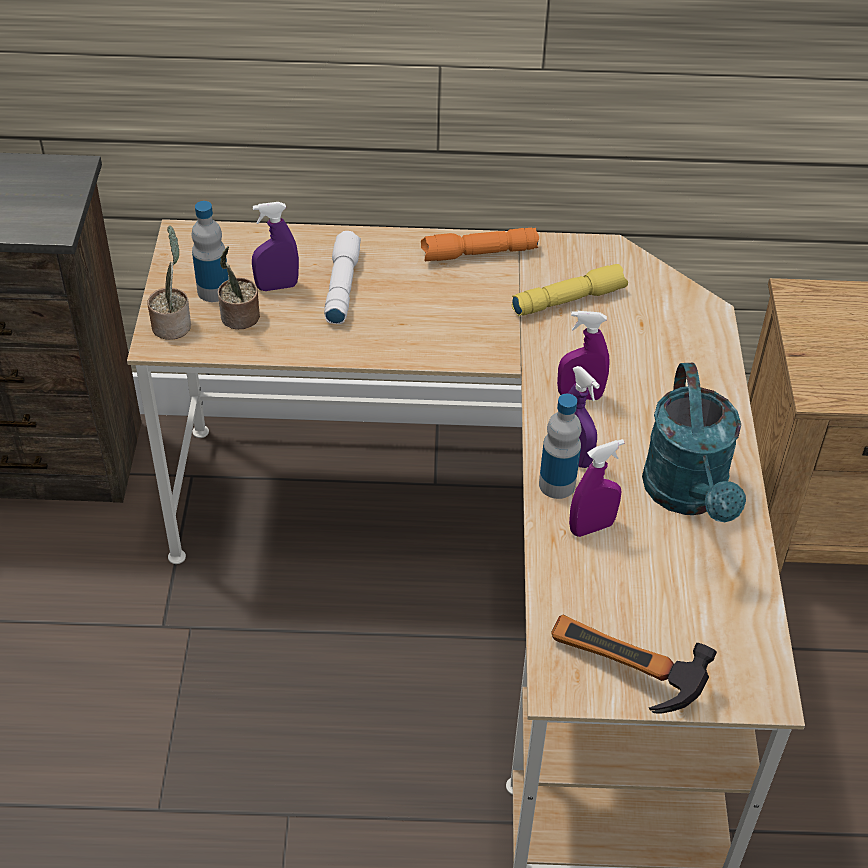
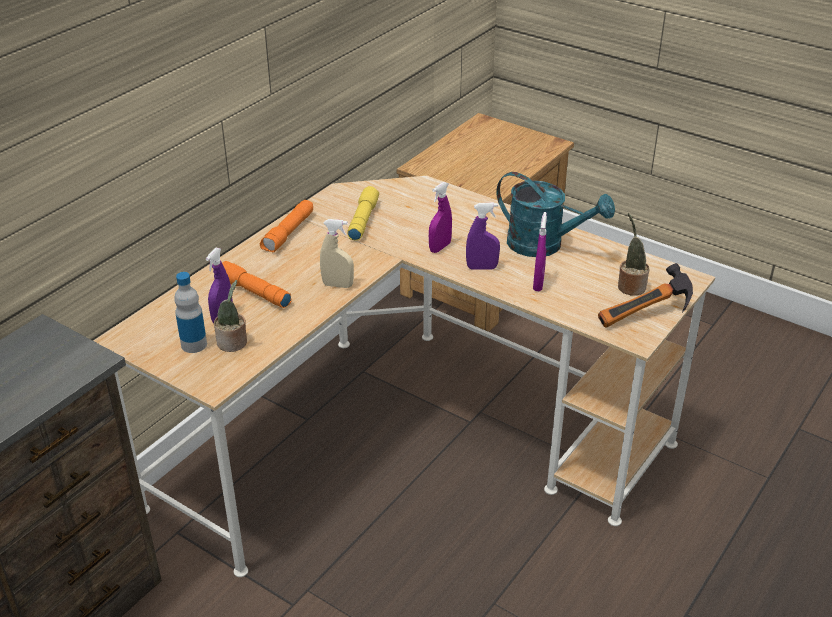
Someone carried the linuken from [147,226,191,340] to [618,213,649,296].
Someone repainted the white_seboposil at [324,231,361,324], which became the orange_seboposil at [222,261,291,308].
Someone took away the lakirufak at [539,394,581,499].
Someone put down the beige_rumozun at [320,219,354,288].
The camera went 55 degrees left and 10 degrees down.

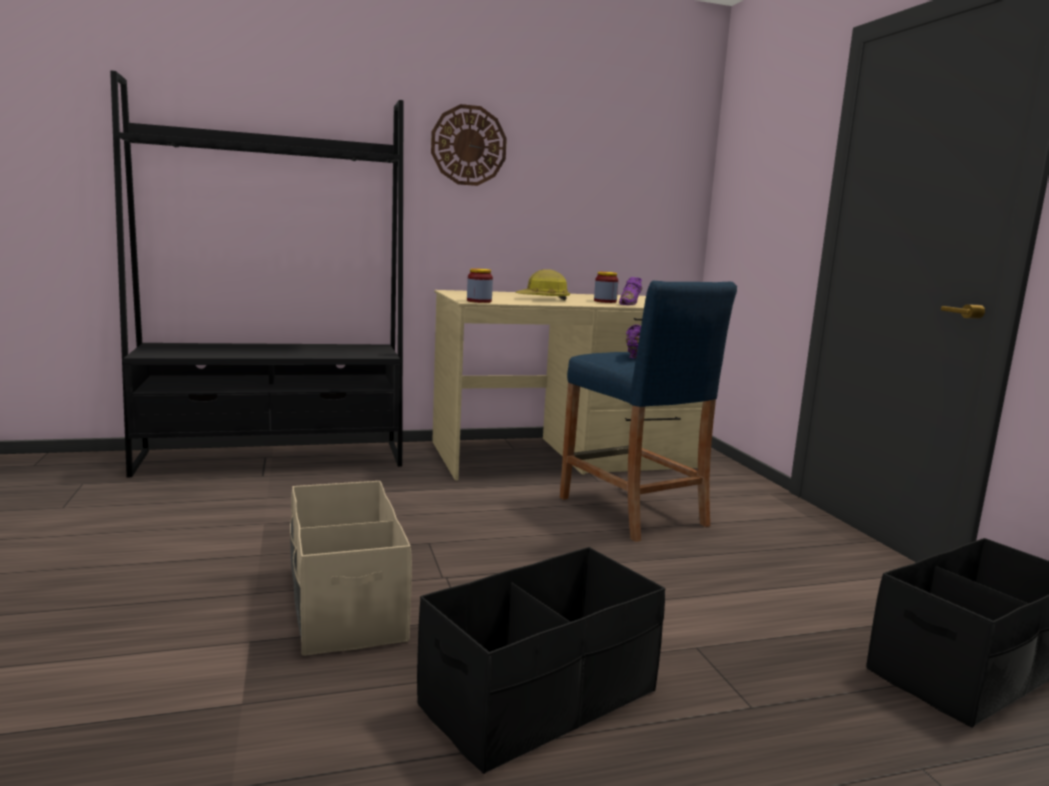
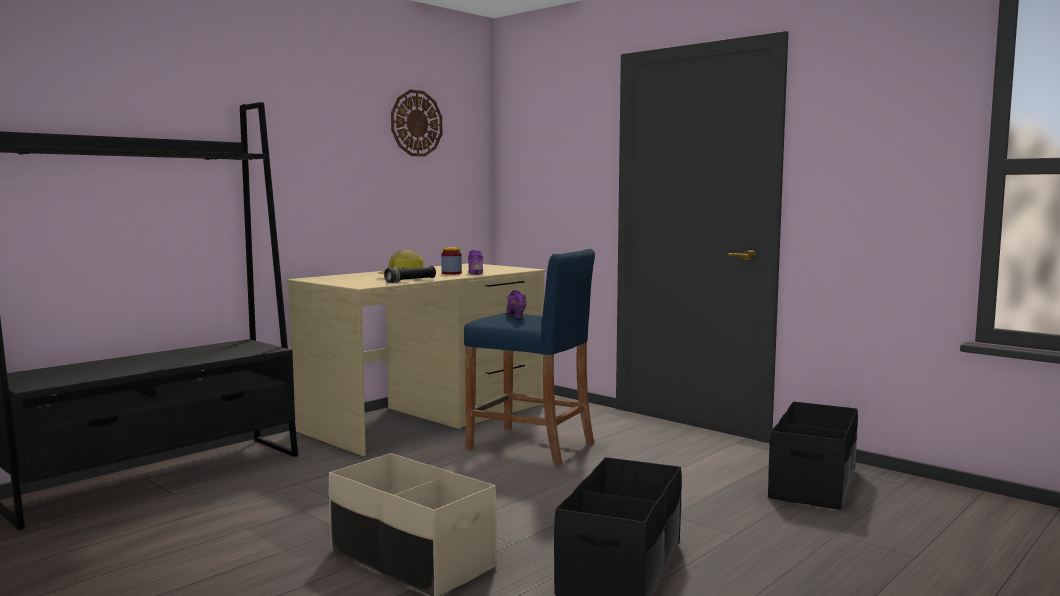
Someone carried the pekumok from [431,104,507,186] to [391,89,442,157].
Someone took away the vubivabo at [467,268,493,303].
Someone put down the black_seboposil at [384,266,436,283].
The camera went 30 degrees left and 5 degrees down.

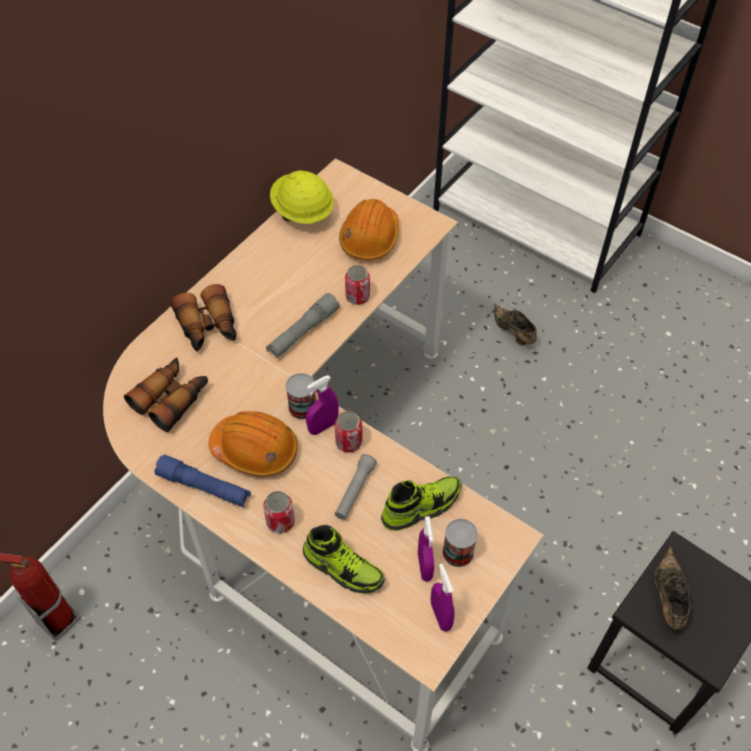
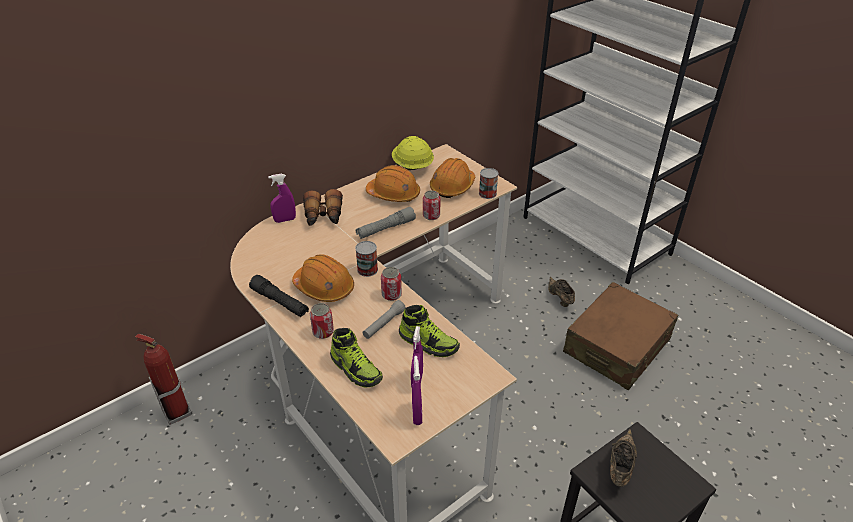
Someone took away the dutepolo at [124,357,208,432].
Someone carried the purple_rumozun from [306,375,339,435] to [268,174,296,223].
Someone repainted the blue_seboposil at [155,455,251,507], which became the black_seboposil at [249,275,309,317].
Someone rotated the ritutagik at [381,476,462,531] by 45 degrees clockwise.
Someone carried the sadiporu from [443,519,478,567] to [479,168,498,199].
Someone put down the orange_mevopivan at [366,165,420,202].
Someone put down the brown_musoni at [563,282,678,390].
The camera went 15 degrees right and 15 degrees down.

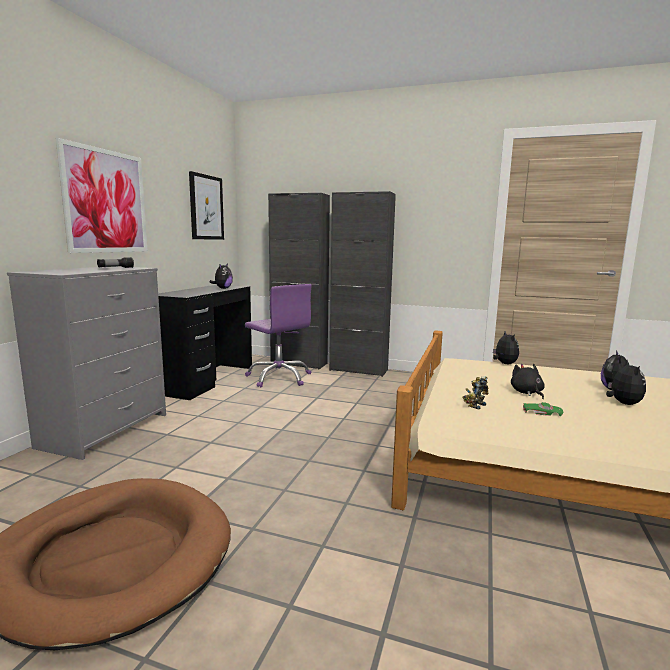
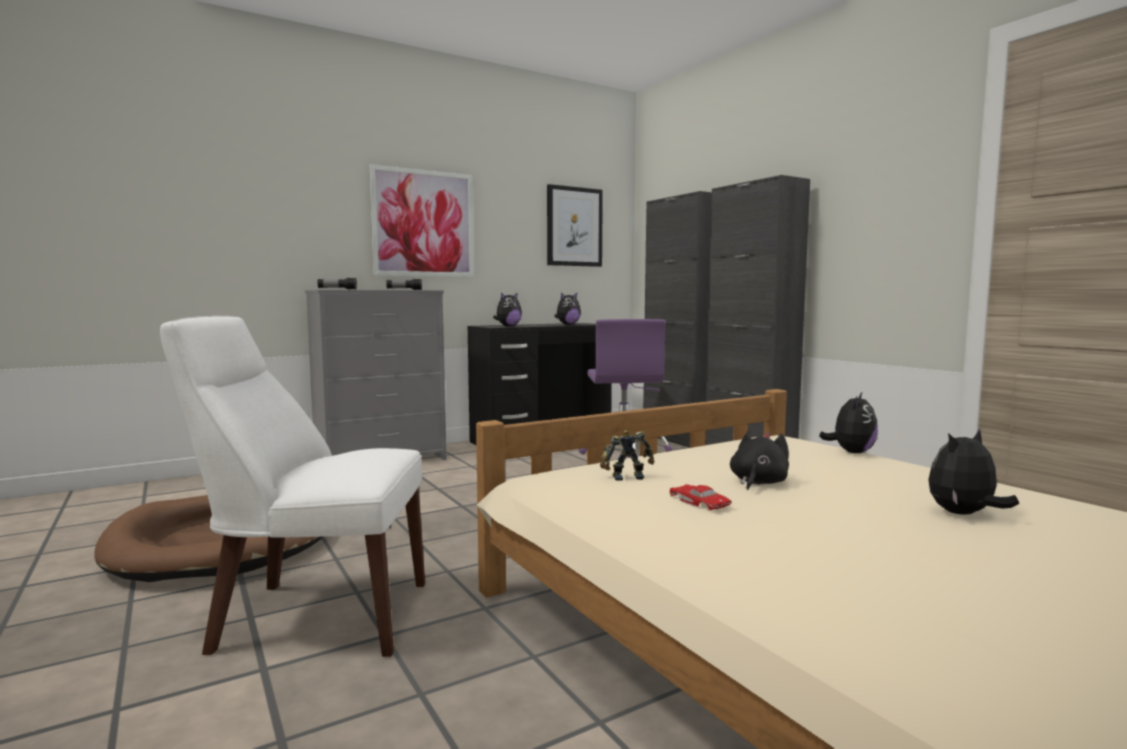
Someone carried the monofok from [606,359,646,405] to [493,292,522,327].
Someone repainted the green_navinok at [522,402,563,416], which became the red_navinok at [669,484,732,510].
Someone put down the seboposil at [318,278,357,290].
Someone put down the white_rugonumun at [160,316,425,657].
The camera went 40 degrees right and 5 degrees down.

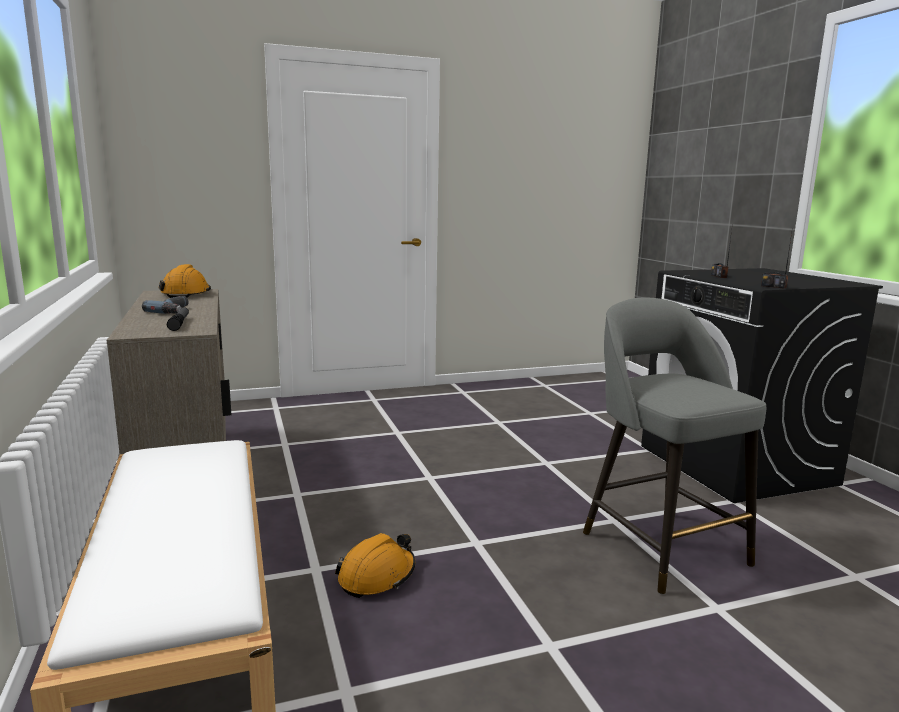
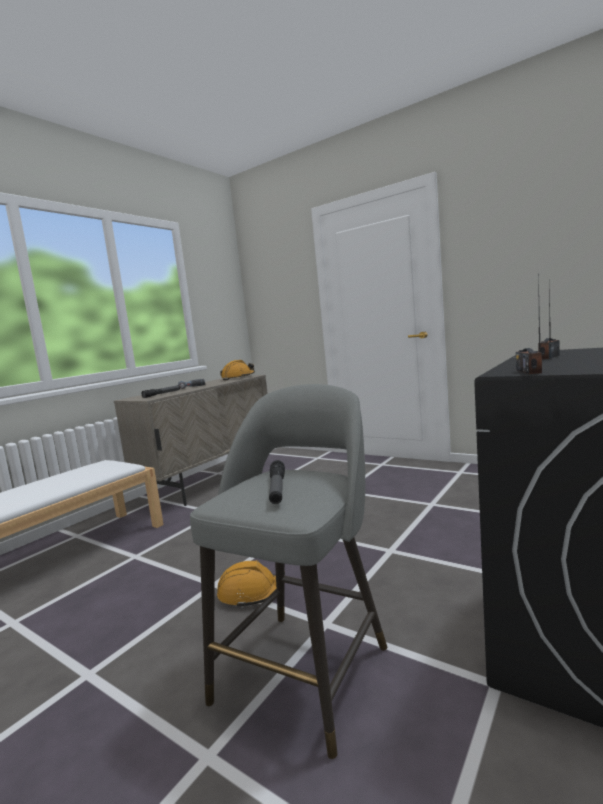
Someone carried the orange_mevopivan from [335,533,415,598] to [217,561,285,608].
Someone put down the seboposil at [269,460,285,504].
The camera went 55 degrees right and 5 degrees down.

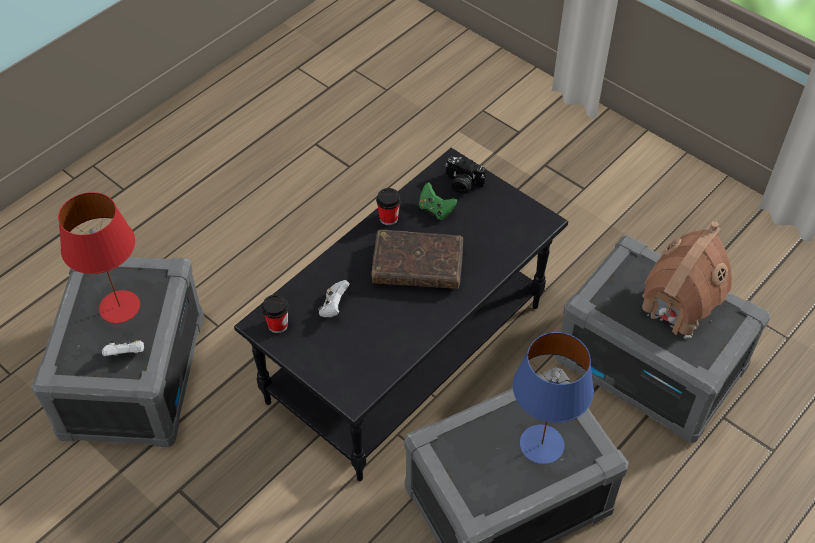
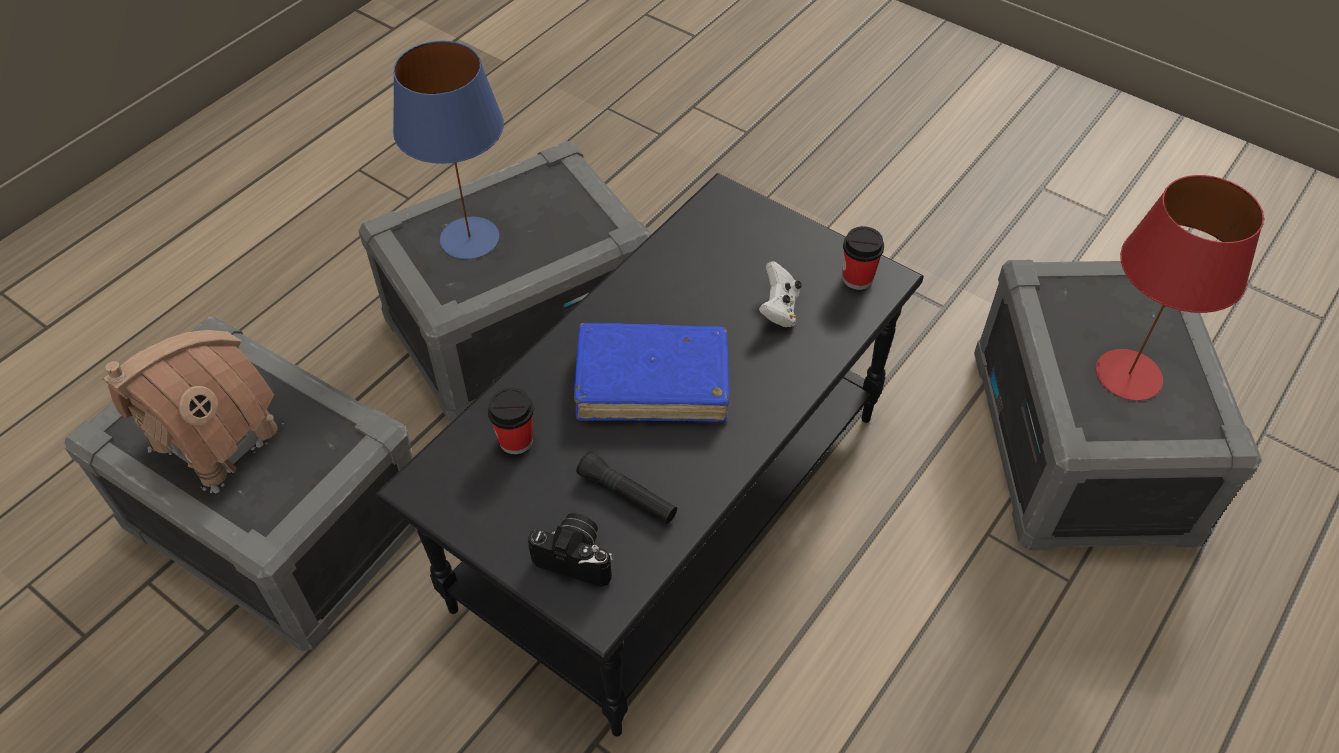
Someone swapped the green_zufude at [419,182,457,220] for the black_seboposil at [576,451,677,524].
Someone carried the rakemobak from [376,188,401,225] to [487,387,534,454].
Someone repainted the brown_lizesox at [372,230,463,289], which became the blue_lizesox at [574,323,729,422].
Someone took away the white_zufude at [102,340,144,356].
The camera went 175 degrees right and 0 degrees up.

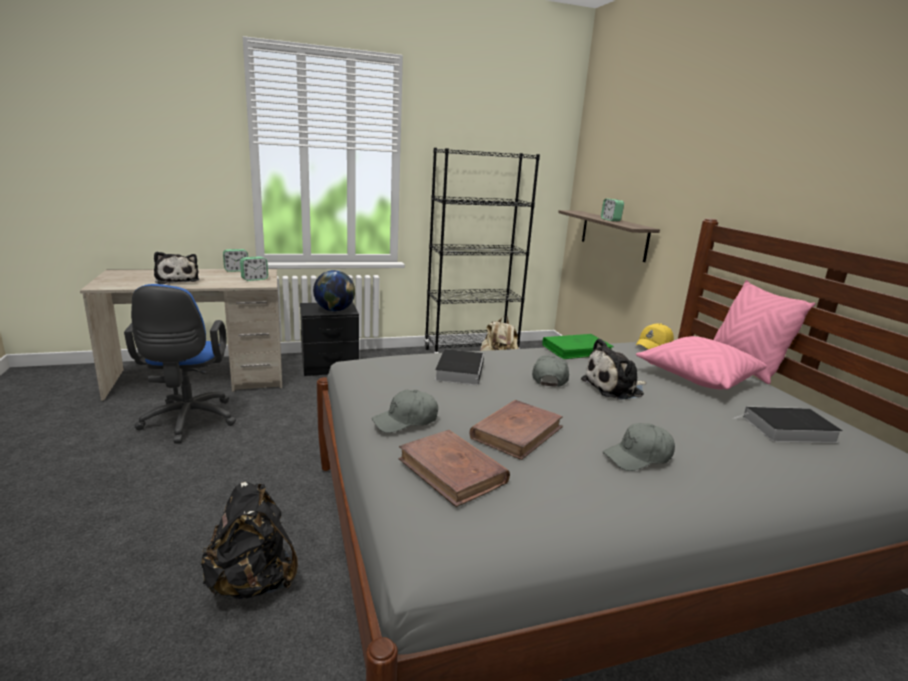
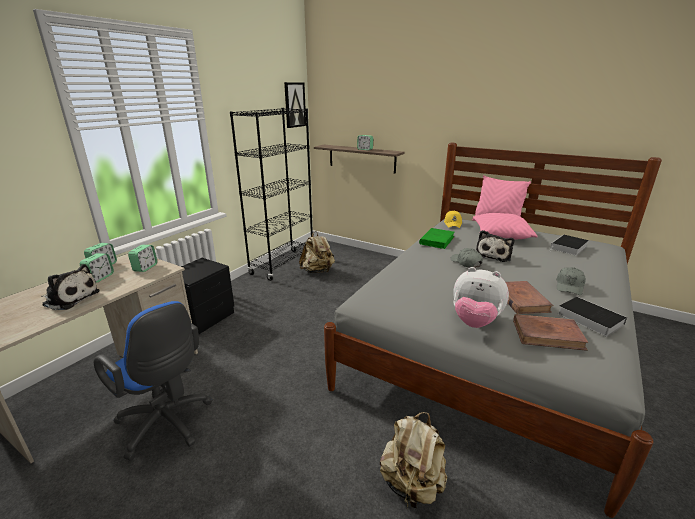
Someone took away the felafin at [313,270,355,312].
Someone carried the lizesox from [435,349,484,385] to [557,297,627,337].
Someone swapped the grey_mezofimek at [372,390,438,433] for the monofok at [453,267,509,328].
Someone repainted the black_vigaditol at [201,482,298,599], which became the beige_vigaditol at [380,412,447,508].
Someone put up the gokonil at [284,82,306,128].
Someone put down the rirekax at [80,253,114,282].
The camera went 40 degrees left and 5 degrees up.

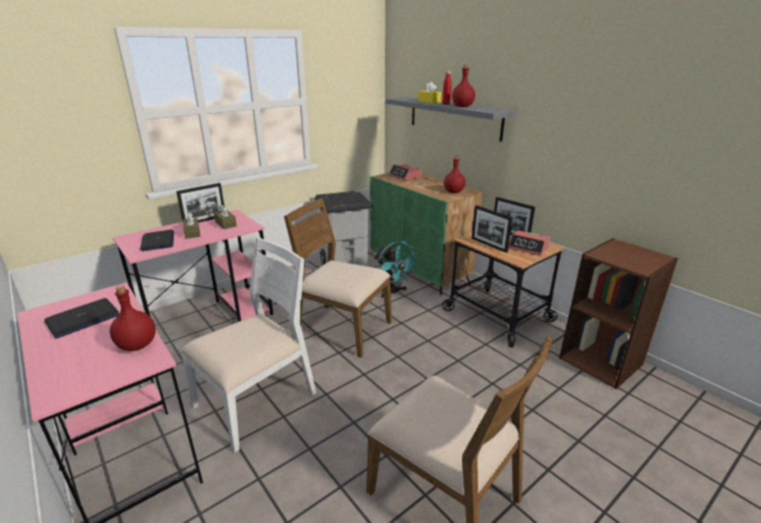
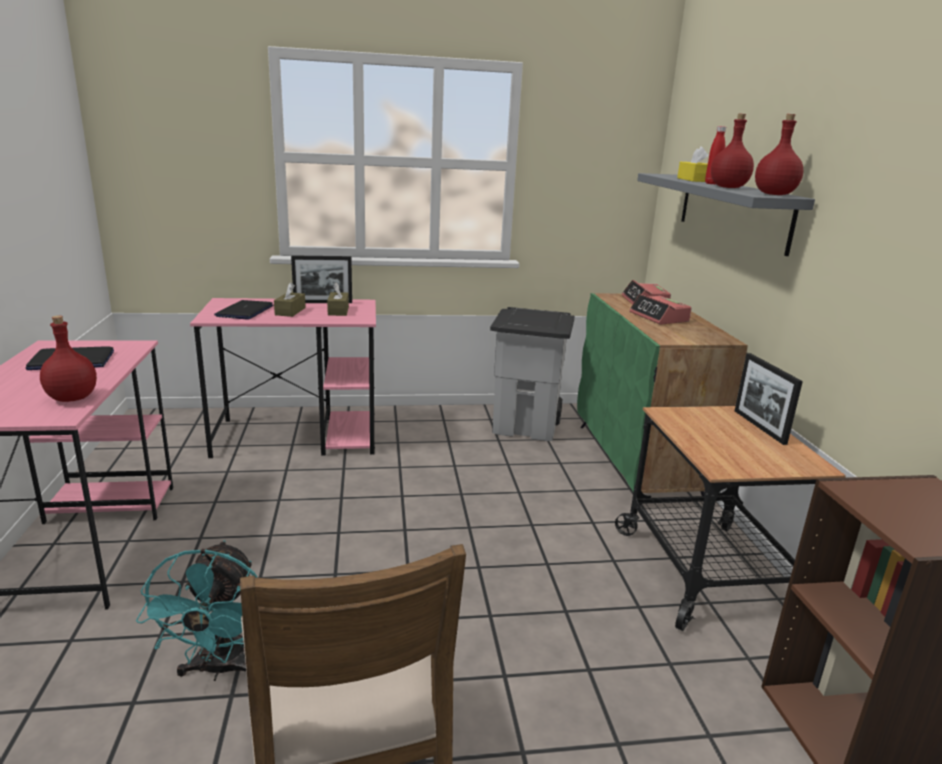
Someone carried the red_lakirufak from [444,156,465,193] to [755,114,803,195].
Someone took away the brown_rugonumun at [284,198,392,358].
Someone took away the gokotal at [472,205,513,253].
Someone carried the rirekax from [509,230,550,256] to [629,294,692,324].
Someone took away the white_rugonumun at [181,237,316,453].
Someone carried the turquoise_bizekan from [375,241,419,298] to [136,540,258,681].
The camera went 30 degrees right and 5 degrees down.

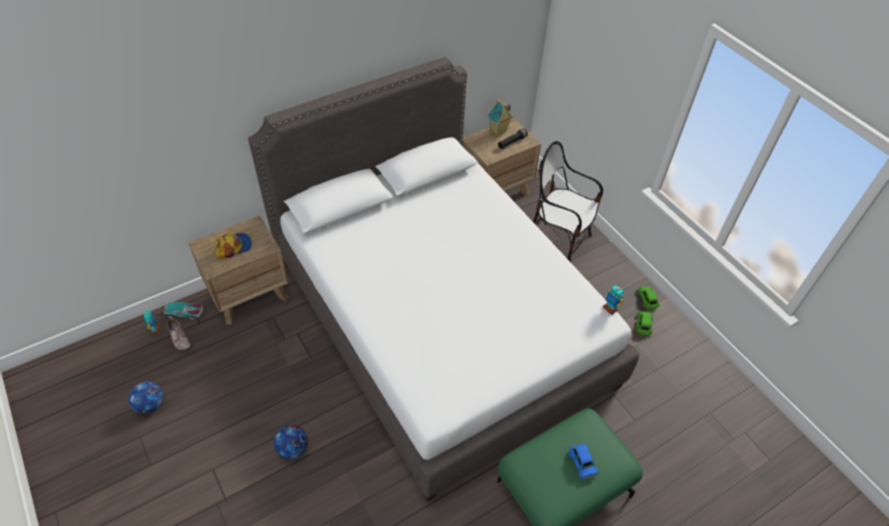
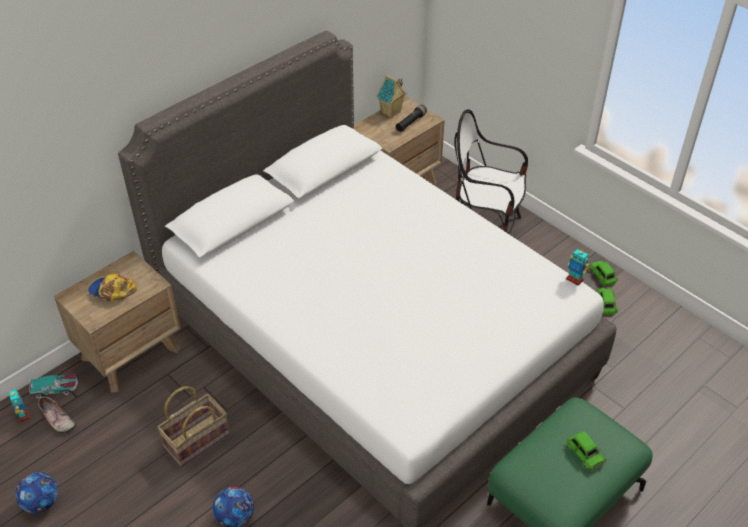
Someone rotated the mezofimek at [214,233,252,259] by 120 degrees counterclockwise.
Someone repainted the blue_navinok at [568,444,599,480], which became the green_navinok at [566,431,606,471].
Someone put down the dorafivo at [157,386,230,466].
The camera went 10 degrees left and 5 degrees down.

